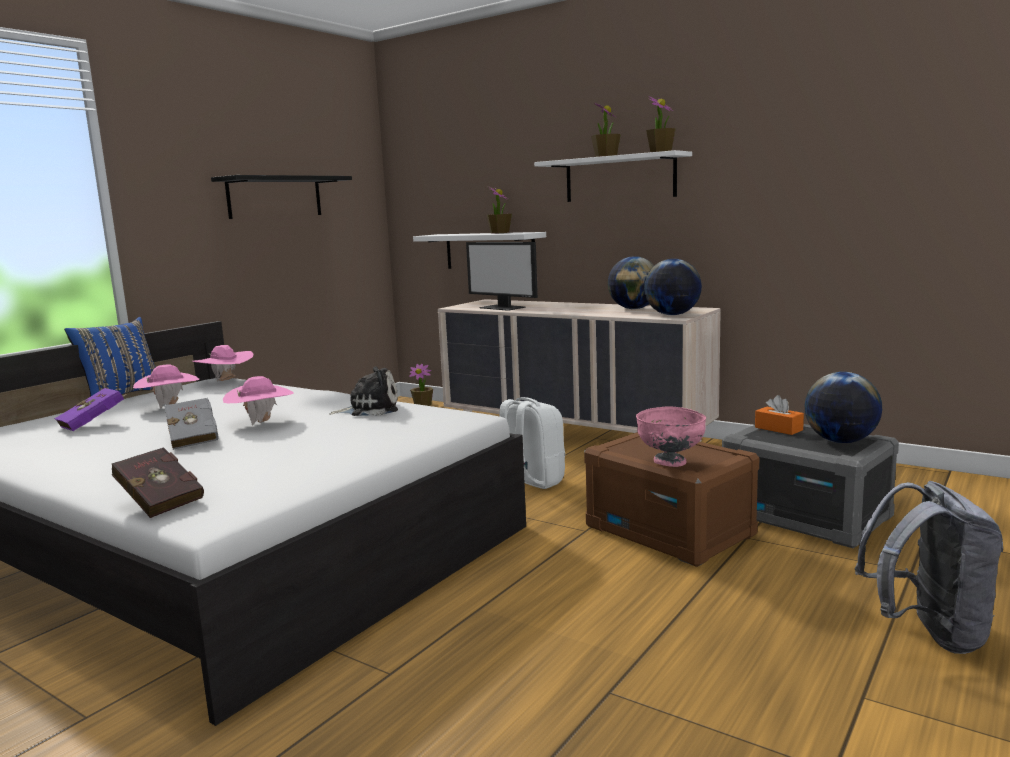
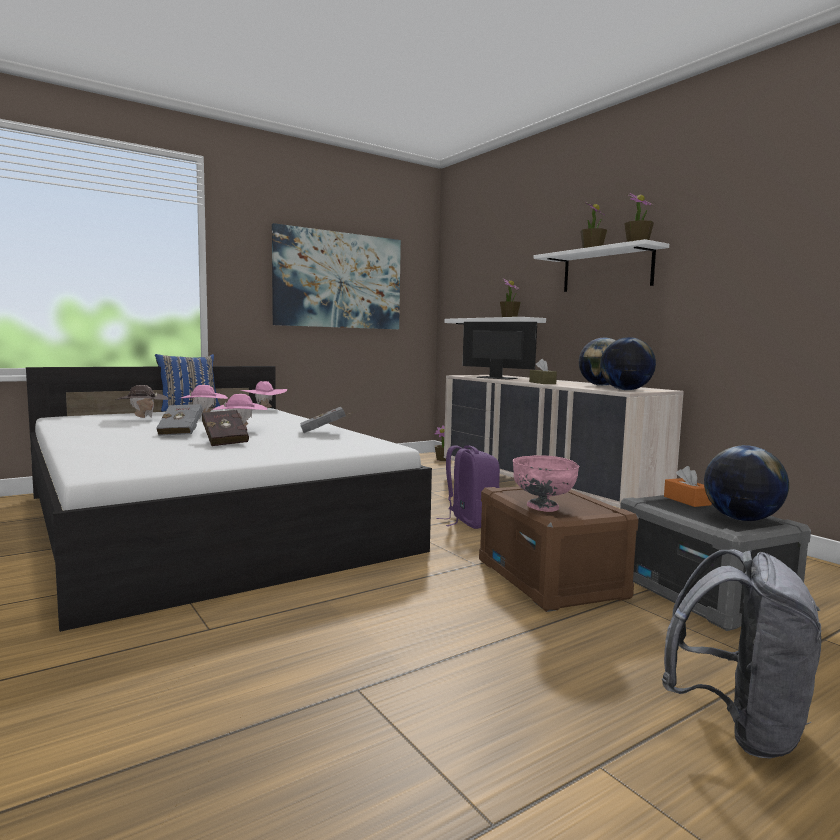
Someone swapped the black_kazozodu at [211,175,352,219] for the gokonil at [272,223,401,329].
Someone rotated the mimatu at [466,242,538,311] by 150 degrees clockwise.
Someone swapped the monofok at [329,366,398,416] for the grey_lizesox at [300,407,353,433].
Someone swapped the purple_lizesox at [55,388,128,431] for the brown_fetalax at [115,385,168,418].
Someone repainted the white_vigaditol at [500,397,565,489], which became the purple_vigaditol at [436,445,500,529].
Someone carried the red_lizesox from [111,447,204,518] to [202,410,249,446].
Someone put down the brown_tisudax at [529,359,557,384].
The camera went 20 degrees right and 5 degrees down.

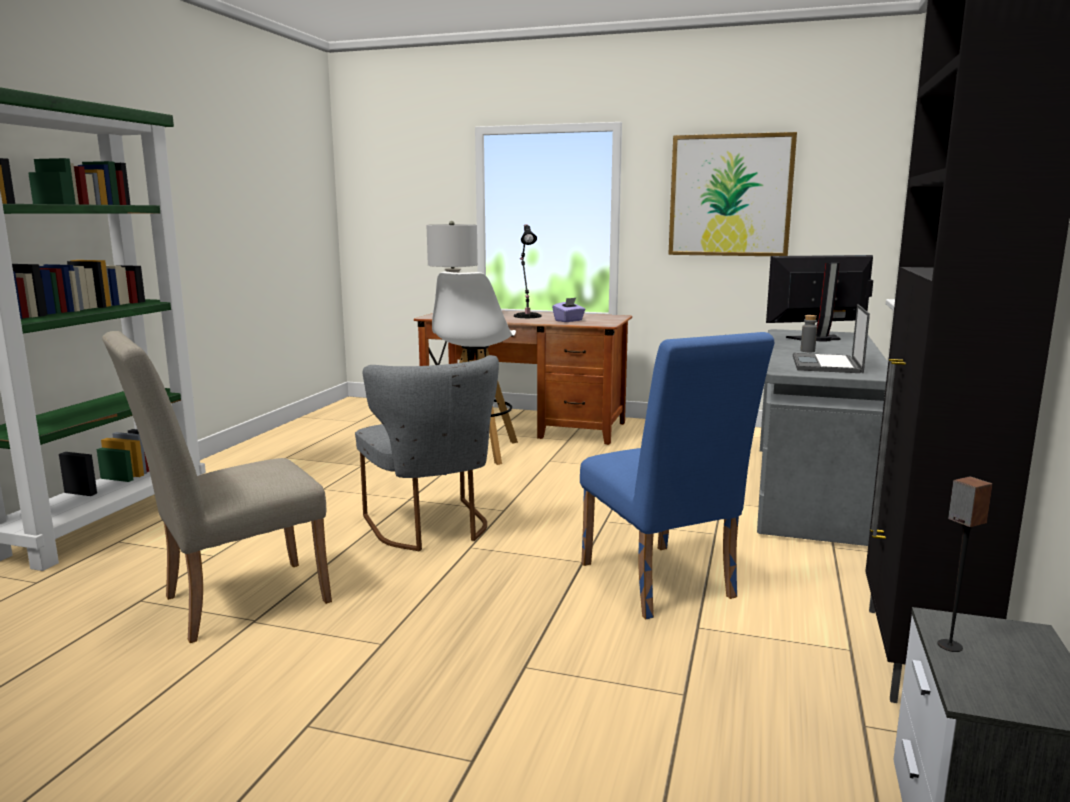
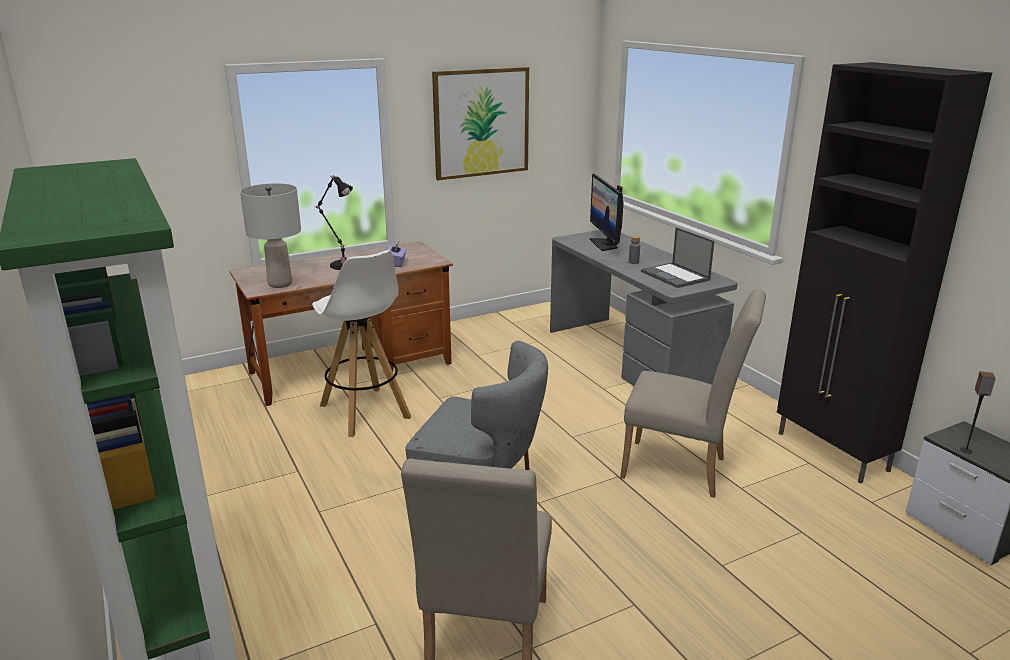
Someone rotated the mimatu at [766,255,873,341] by 45 degrees counterclockwise.
Someone repainted the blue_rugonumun at [580,332,774,619], which became the beige_rugonumun at [620,289,766,498].
The camera went 45 degrees left and 10 degrees up.

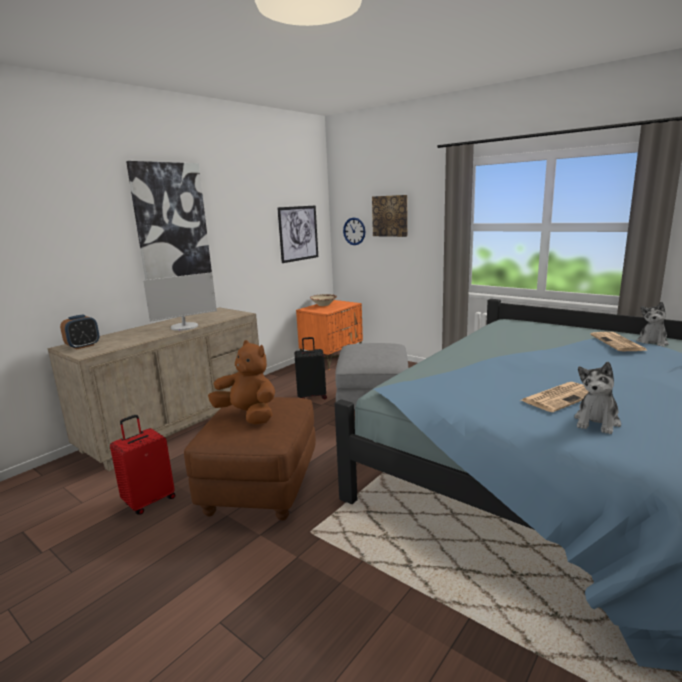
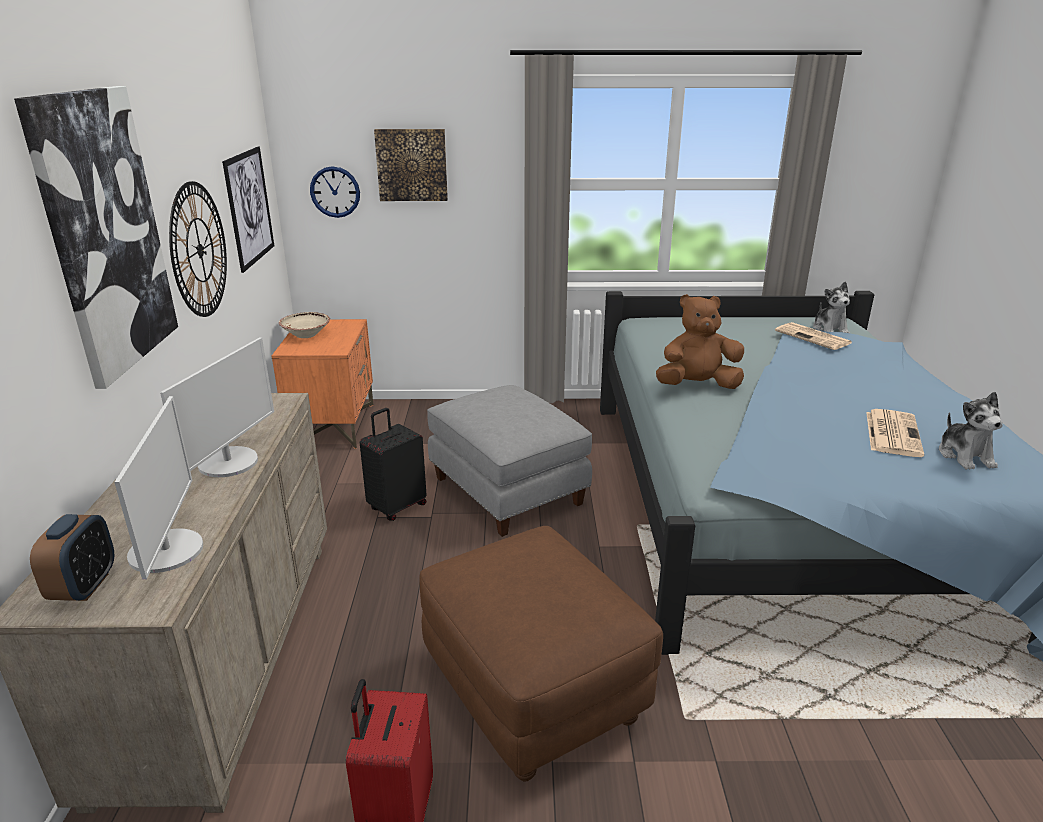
Someone carried the brown_monofok from [208,340,275,424] to [656,294,744,389].
Someone put up the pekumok at [169,181,227,317].
Someone put down the mimatu at [114,396,203,580].
The camera went 40 degrees left and 10 degrees up.

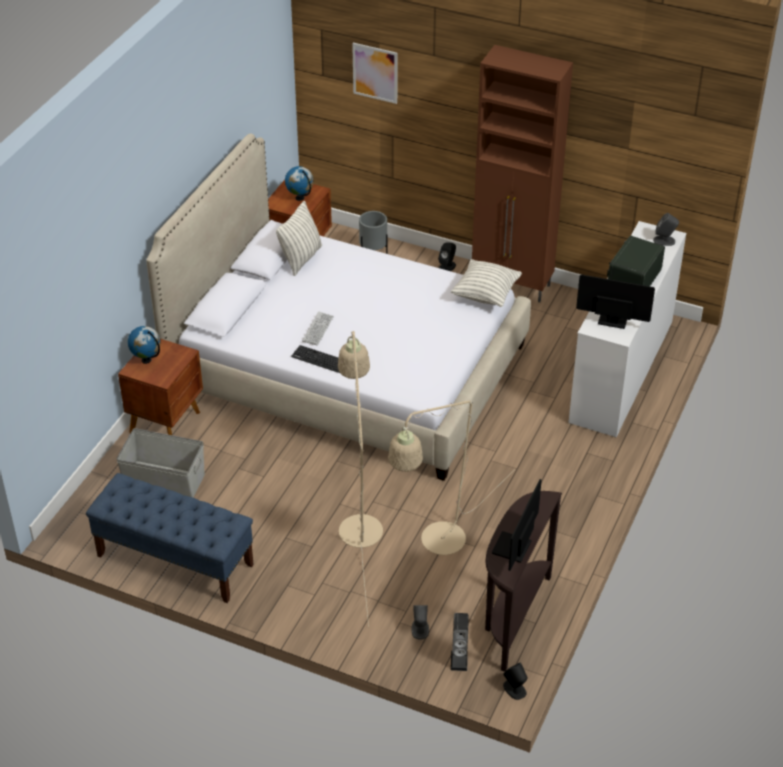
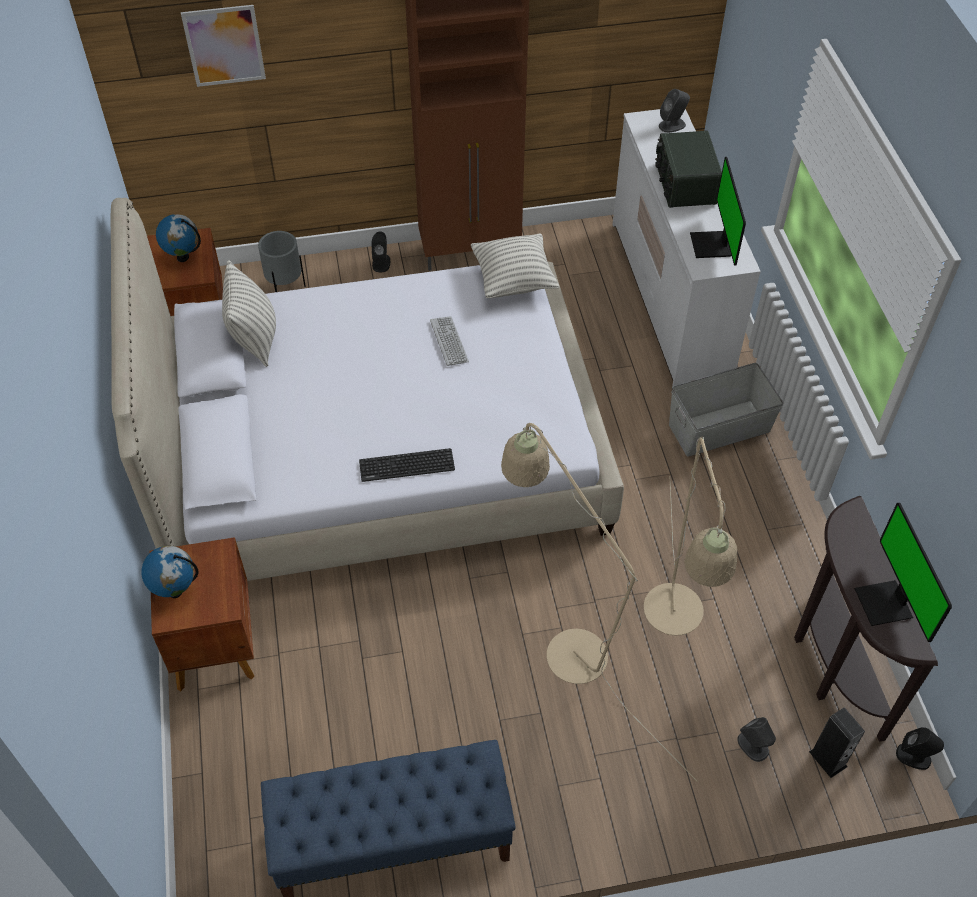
Someone rotated the mimatu at [576,275,655,329] by 75 degrees counterclockwise.
Someone carried the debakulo from [302,312,334,346] to [430,316,469,366].
Someone carried the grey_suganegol from [116,428,205,498] to [669,363,784,457].
The camera went 35 degrees left and 10 degrees up.

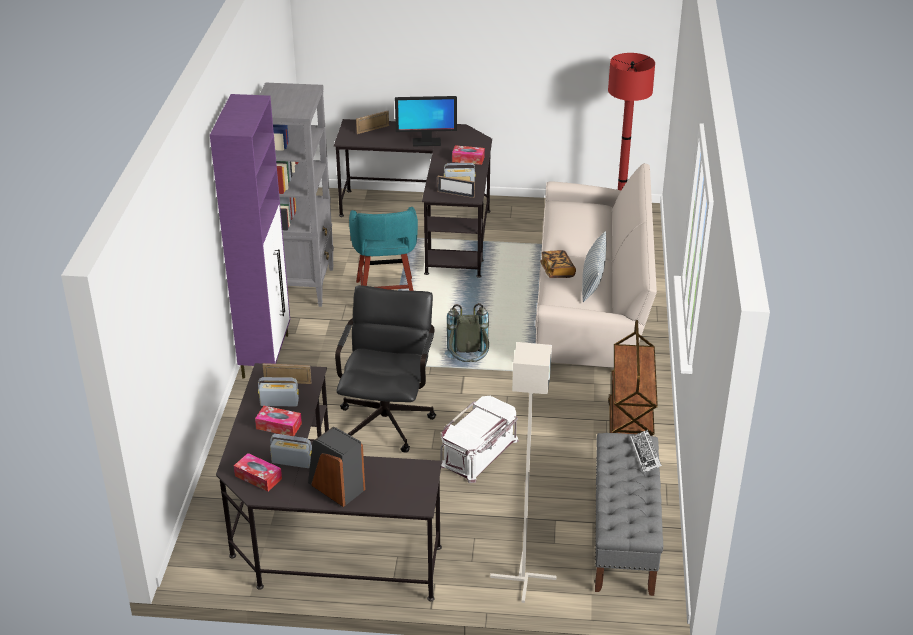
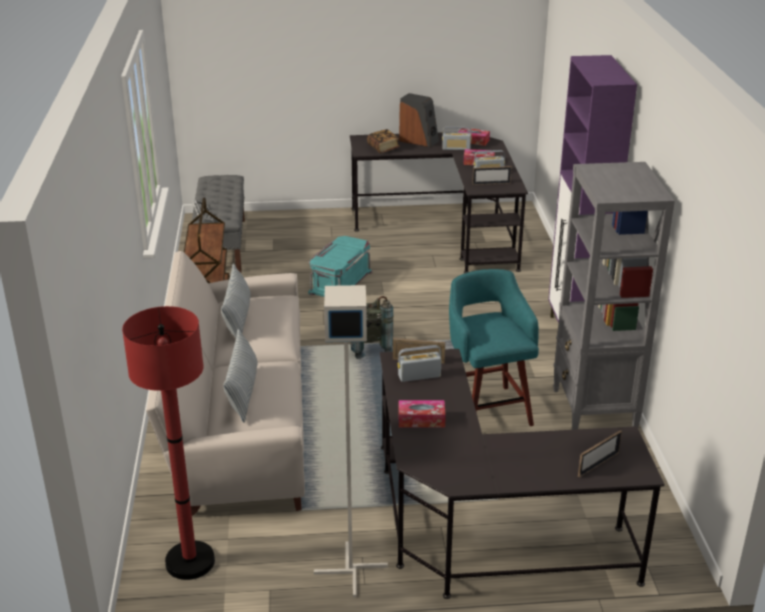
Someone took away the mimatu at [395,96,457,146].
Someone carried the lizesox from [540,250,576,278] to [367,129,400,153].
Someone took away the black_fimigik at [335,285,436,453].
Someone carried the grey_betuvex from [490,342,557,603] to [314,285,388,597].
Someone repainted the white_suganegol at [440,396,519,483], which became the turquoise_suganegol at [308,236,373,297].
Someone put down the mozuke at [223,329,257,423].
The camera went 170 degrees right and 5 degrees down.

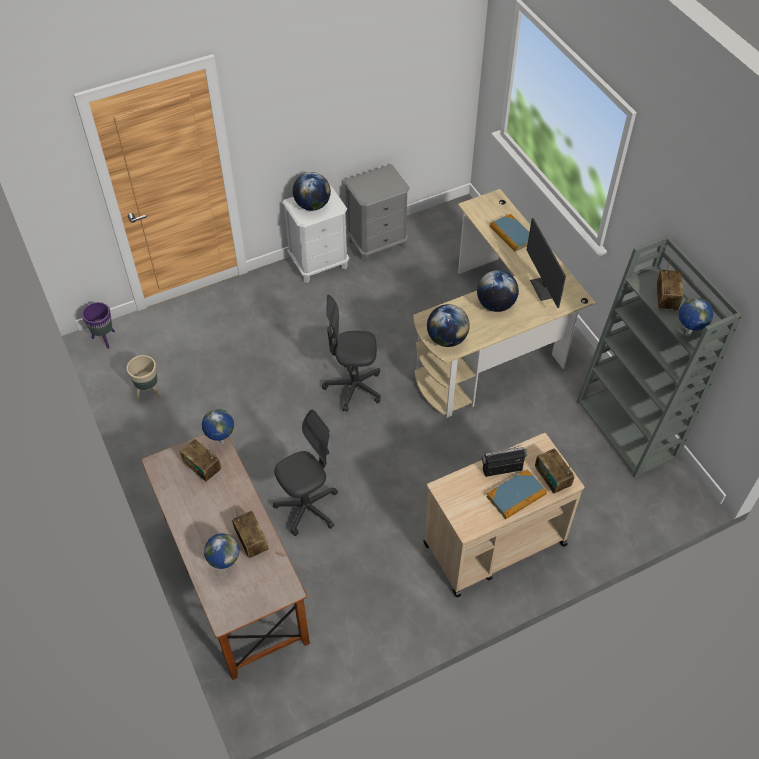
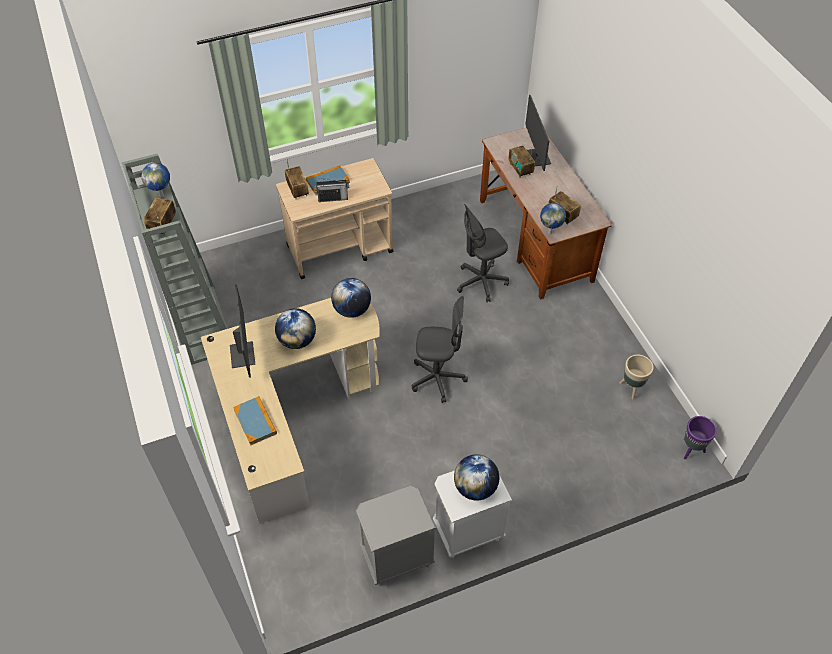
Someone swapped the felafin at [204,533,239,569] for the mimatu at [525,95,551,171].
The camera went 175 degrees left and 0 degrees up.

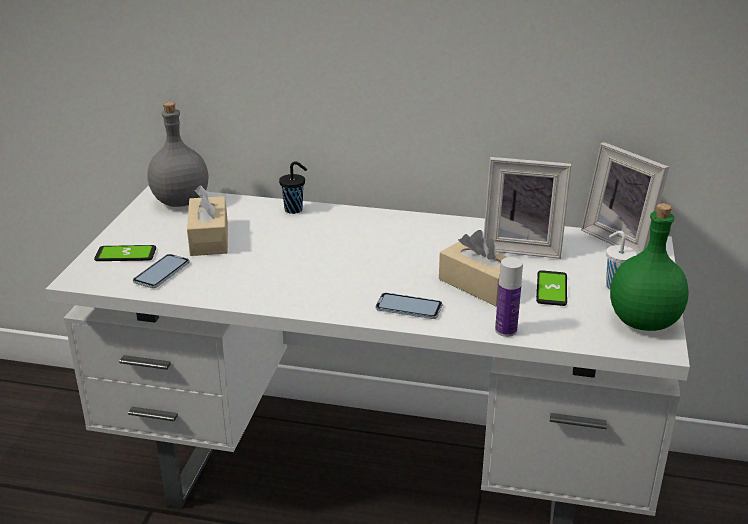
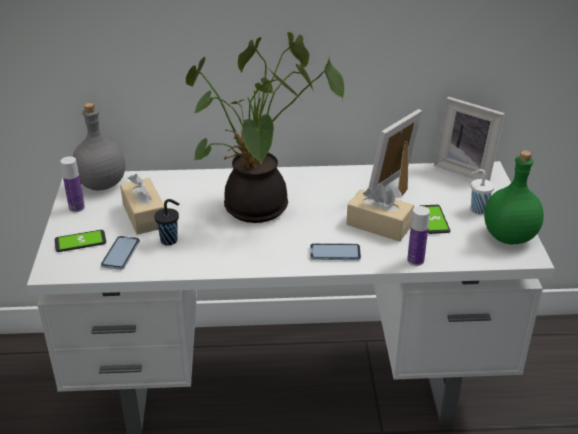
Someone rotated the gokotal at [484,157,572,259] by 135 degrees clockwise.
Someone carried the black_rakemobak from [279,161,307,214] to [154,199,179,246].
Someone put down the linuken at [185,32,344,223].
Someone put down the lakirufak at [60,156,85,212].
The camera went 15 degrees left and 5 degrees up.

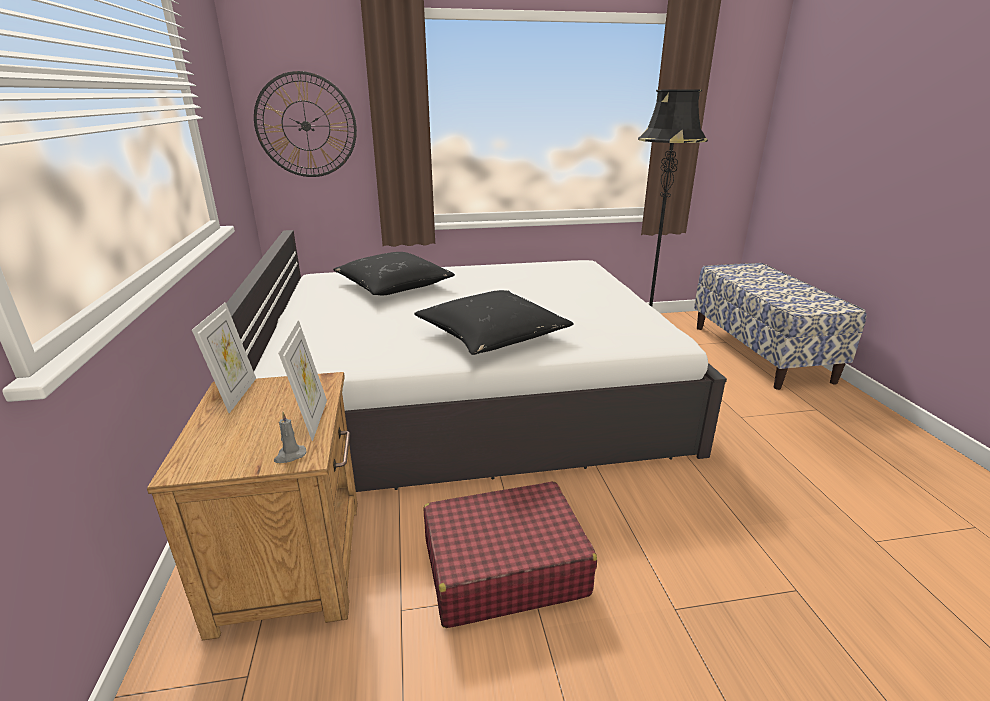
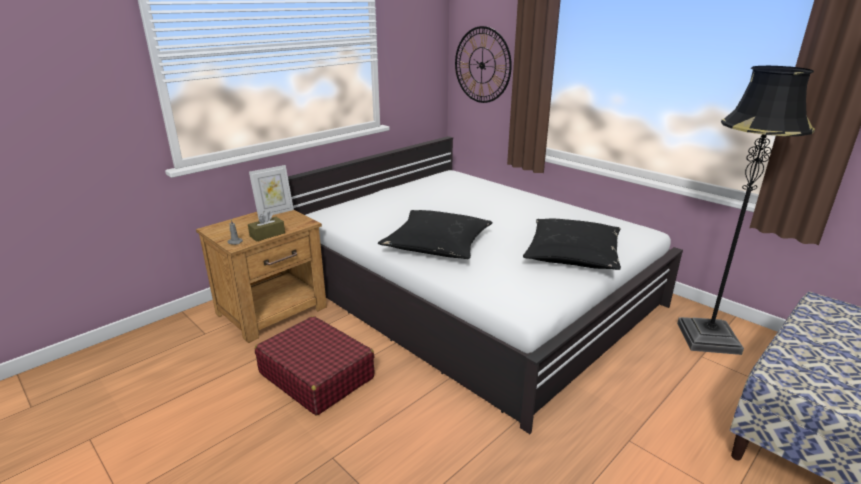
Someone carried the black_mozuke from [333,252,455,295] to [523,219,621,270].
Someone swapped the gokotal at [278,320,327,441] for the brown_tisudax at [248,211,285,242].
The camera went 55 degrees right and 0 degrees up.

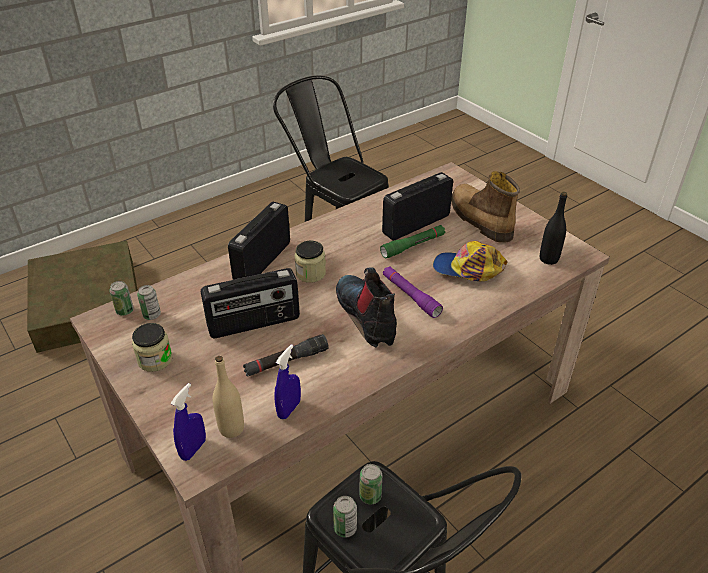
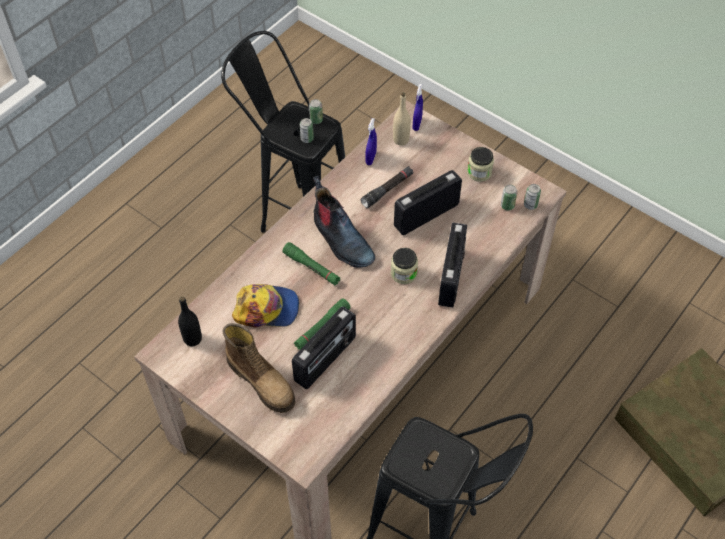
Someone repainted the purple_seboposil at [383,266,443,318], which became the green_seboposil at [283,242,340,285].
The camera went 165 degrees right and 15 degrees up.

